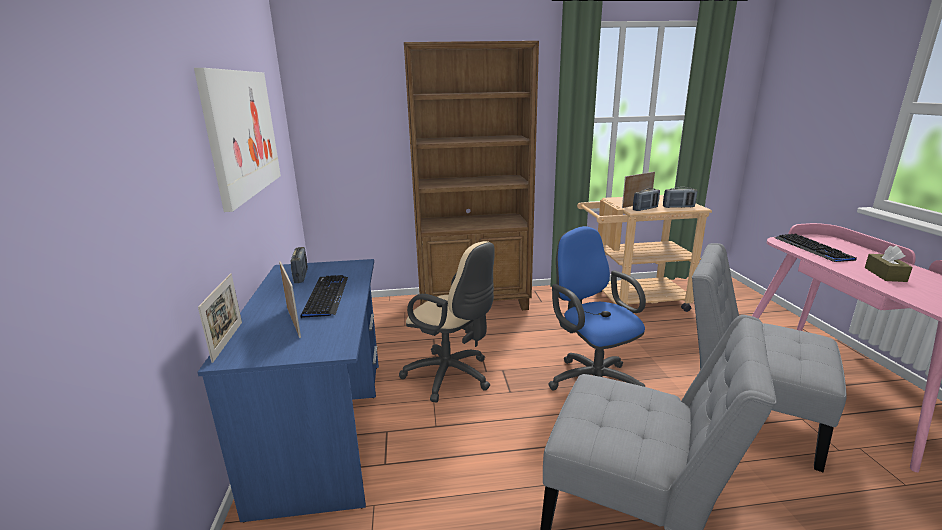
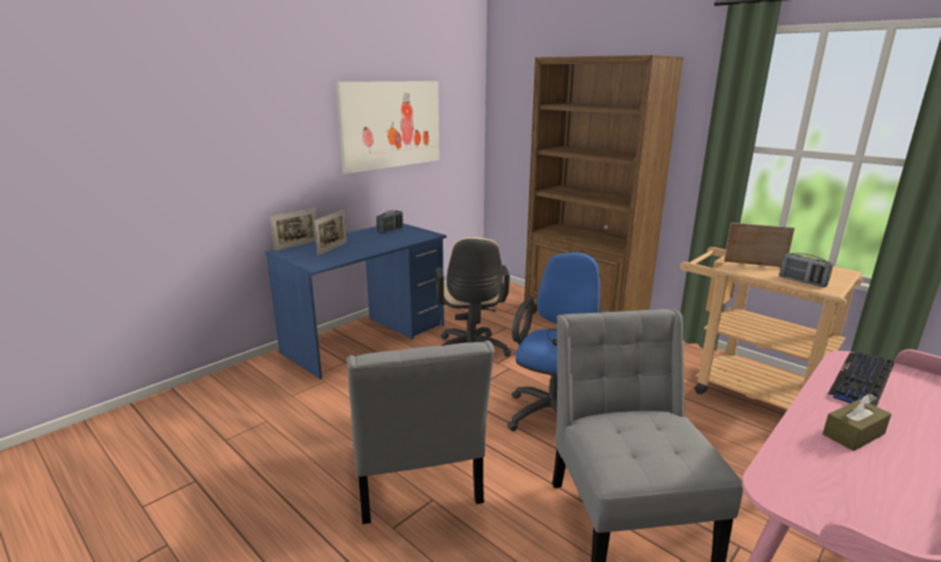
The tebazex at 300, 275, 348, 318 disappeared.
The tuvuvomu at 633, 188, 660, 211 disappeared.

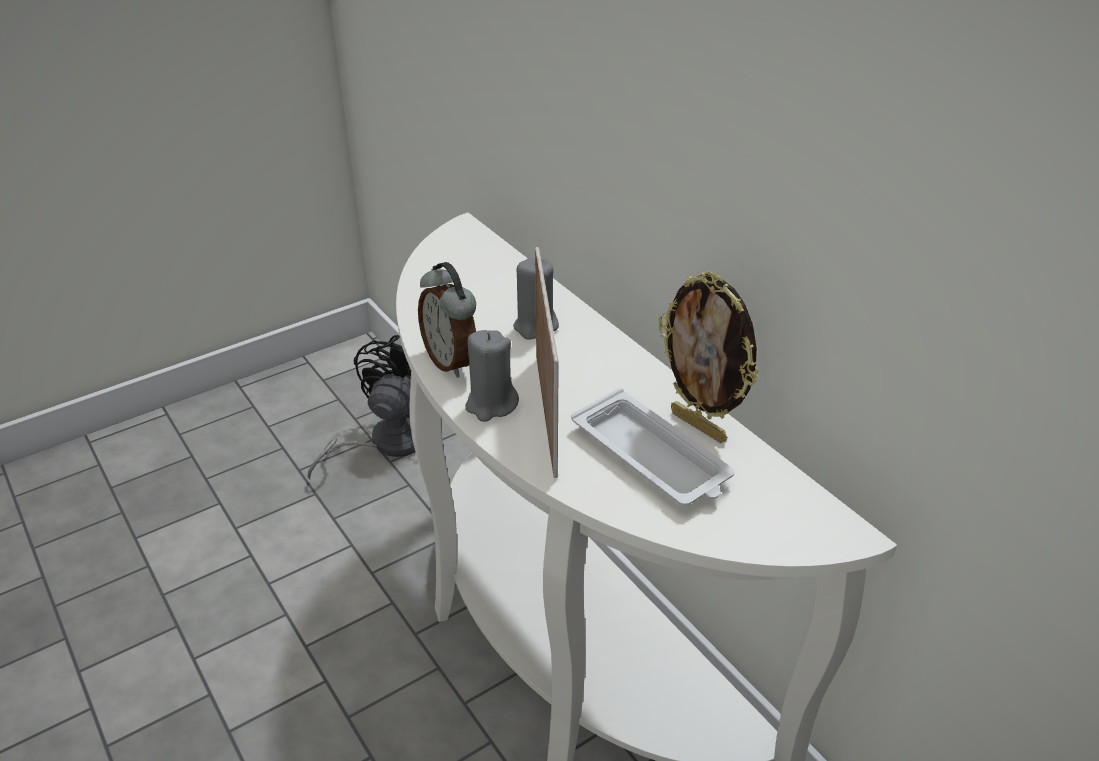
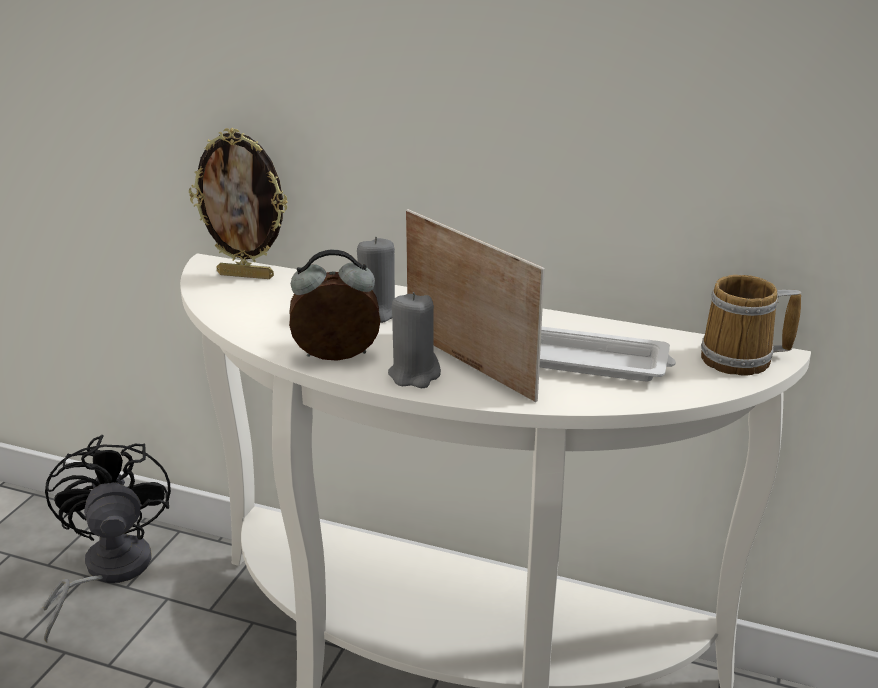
The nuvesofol at 418, 262, 476, 378 turned 150 degrees clockwise.
The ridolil moved from 659, 272, 759, 443 to 189, 128, 288, 279.
The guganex at 701, 275, 801, 375 appeared.

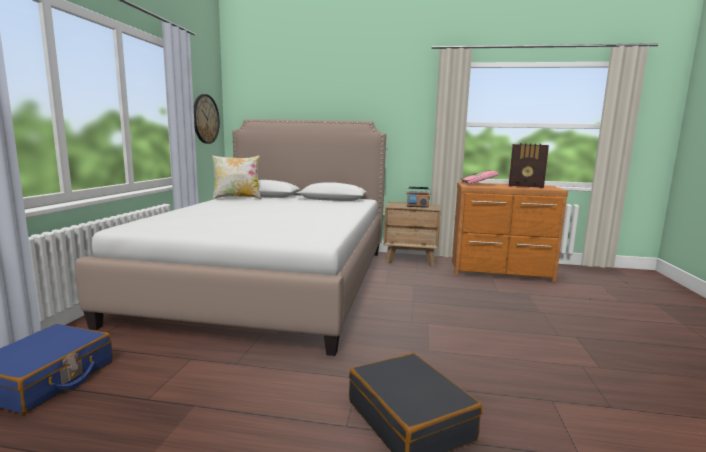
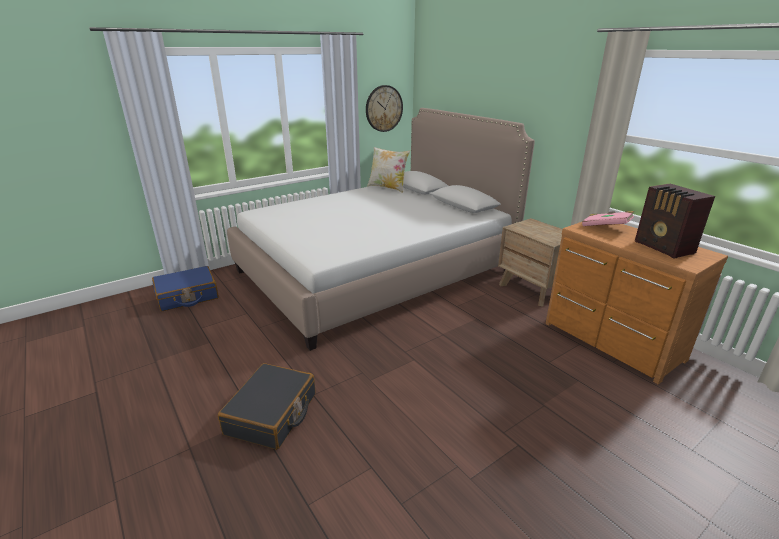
The tuvuvomu at 407, 187, 430, 208 disappeared.

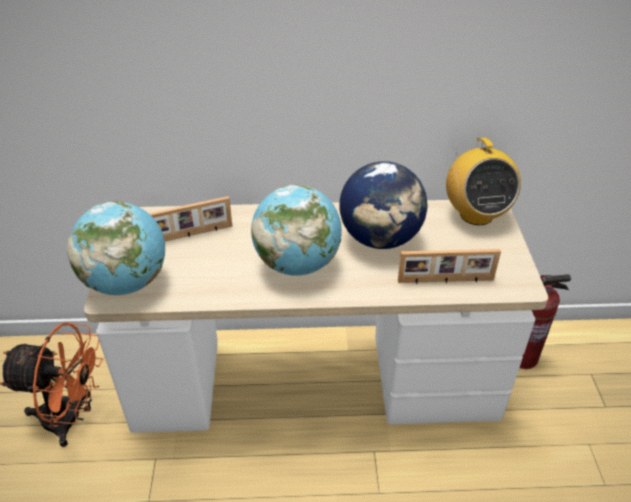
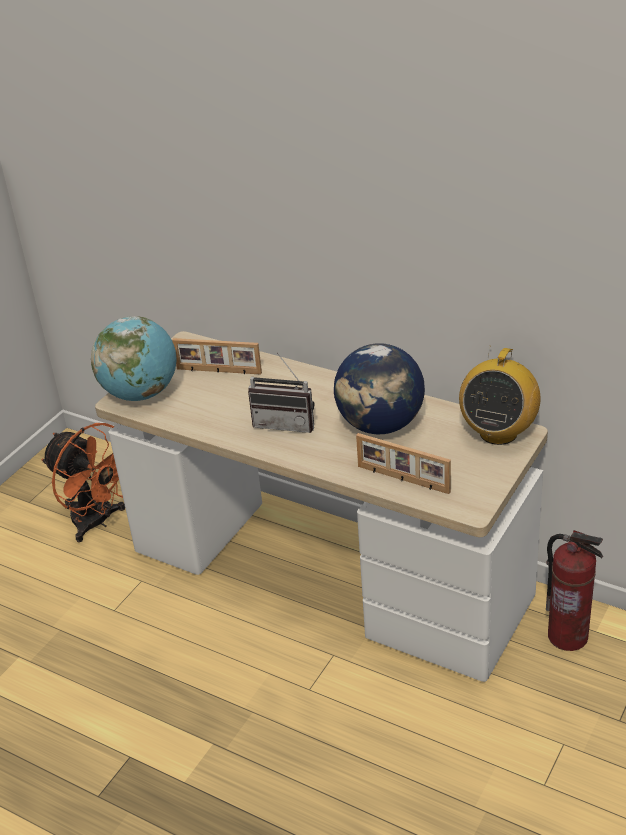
The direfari at 251, 184, 342, 276 was replaced by the tuvuvomu at 248, 352, 314, 433.

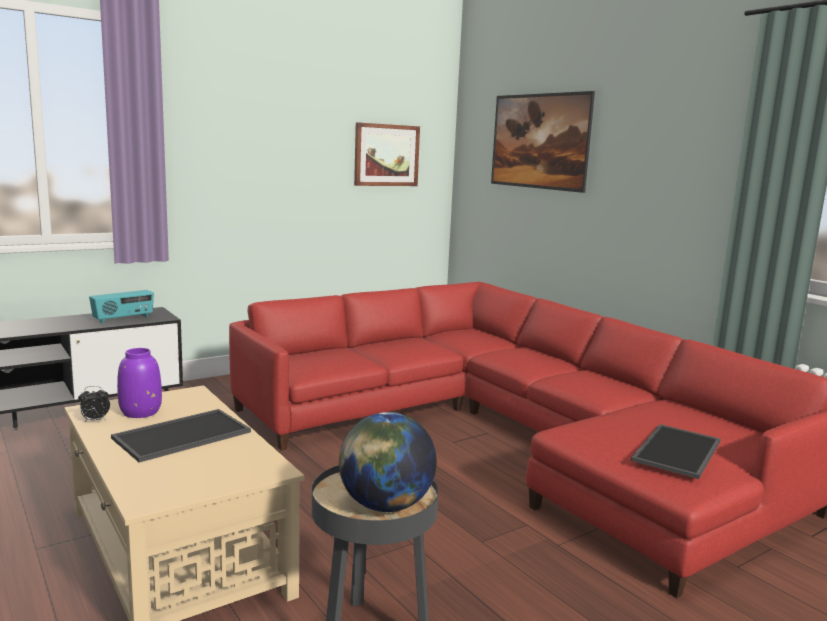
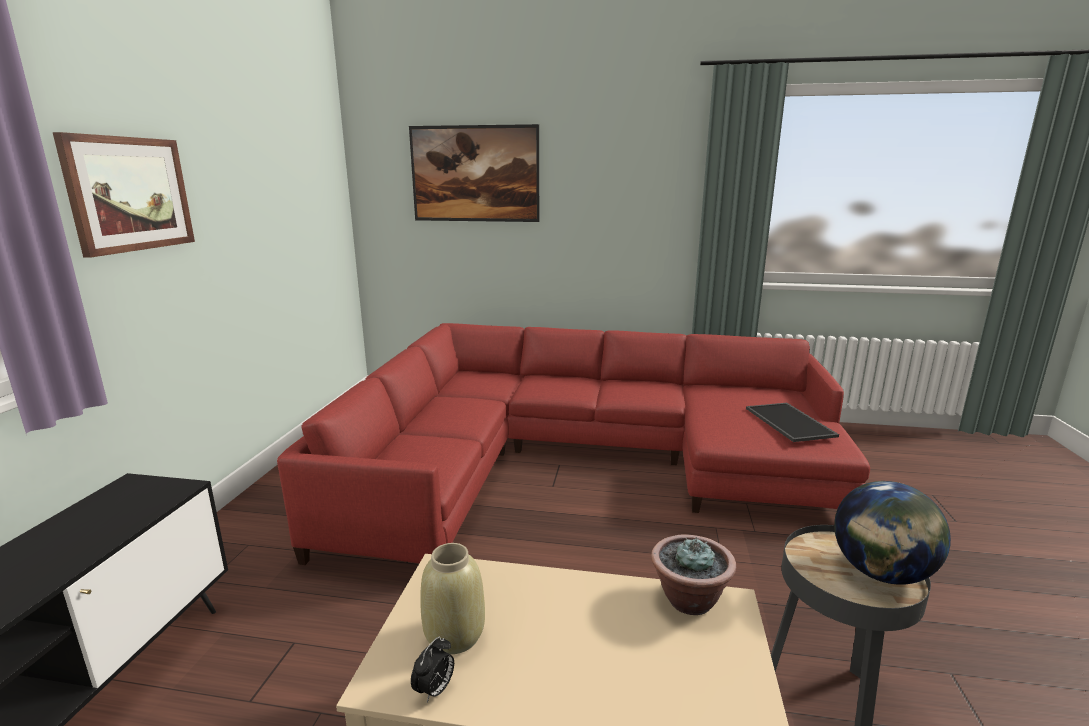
The tuvuvomu at 89, 290, 154, 323 disappeared.
The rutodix at 111, 409, 251, 463 disappeared.
The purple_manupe at 117, 348, 162, 418 became the beige_manupe at 420, 543, 485, 654.
The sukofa moved from 354, 122, 420, 186 to 53, 132, 195, 258.
The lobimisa at 651, 534, 736, 615 appeared.

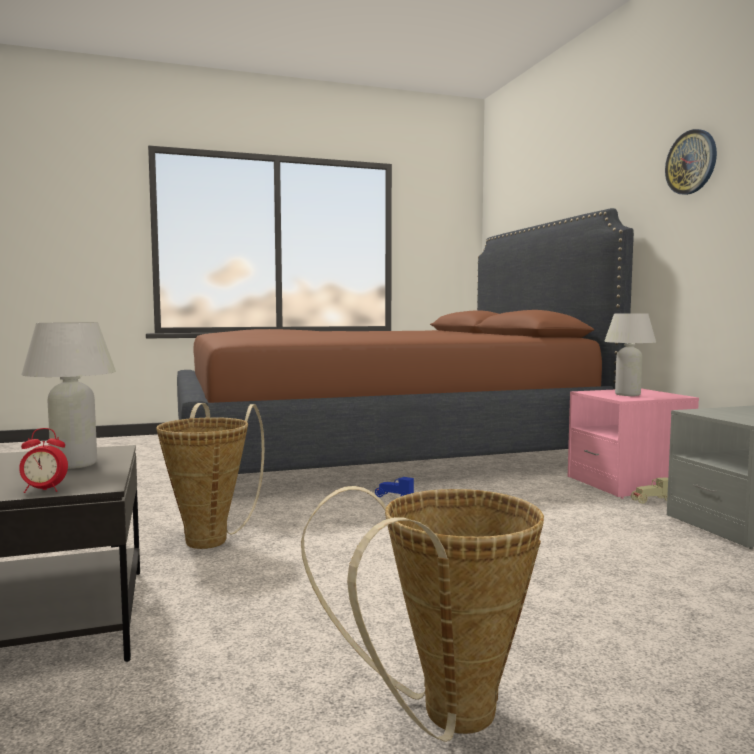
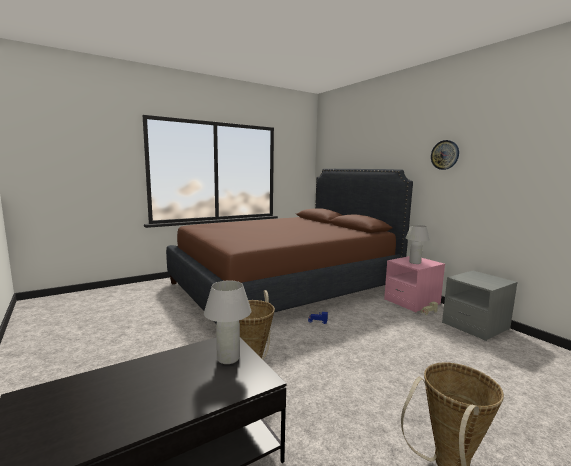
The nuvesofol at 19, 428, 68, 493 disappeared.

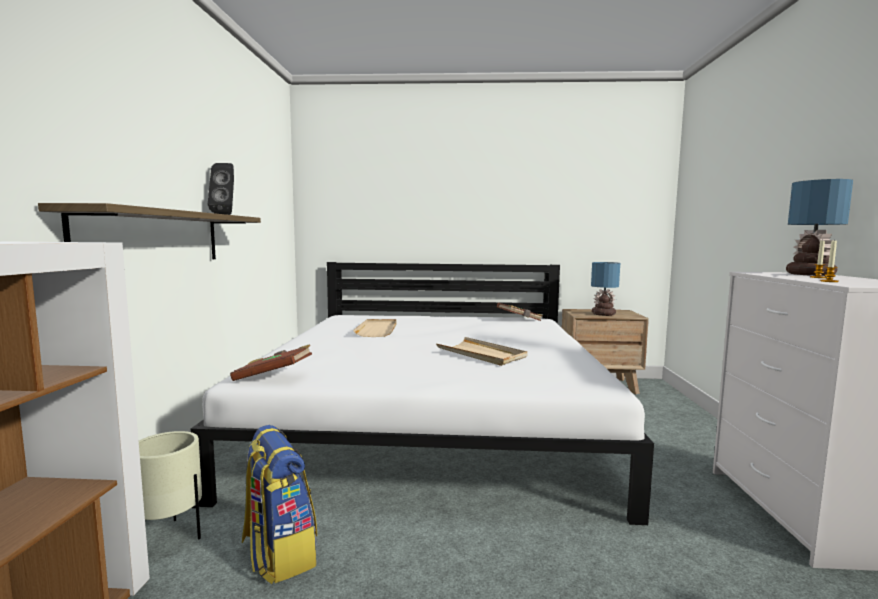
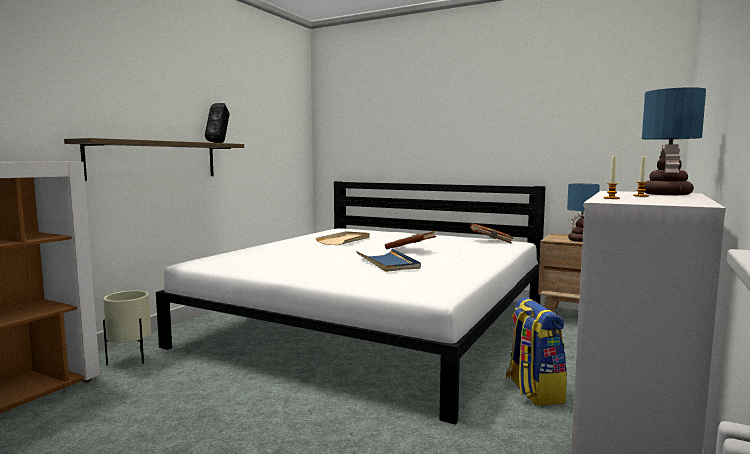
The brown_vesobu moved from 230, 344, 312, 381 to 385, 230, 436, 249.
The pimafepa moved from 242, 425, 317, 584 to 505, 297, 567, 406.
The beige_rutodix at 436, 337, 527, 366 became the blue_rutodix at 356, 249, 421, 272.

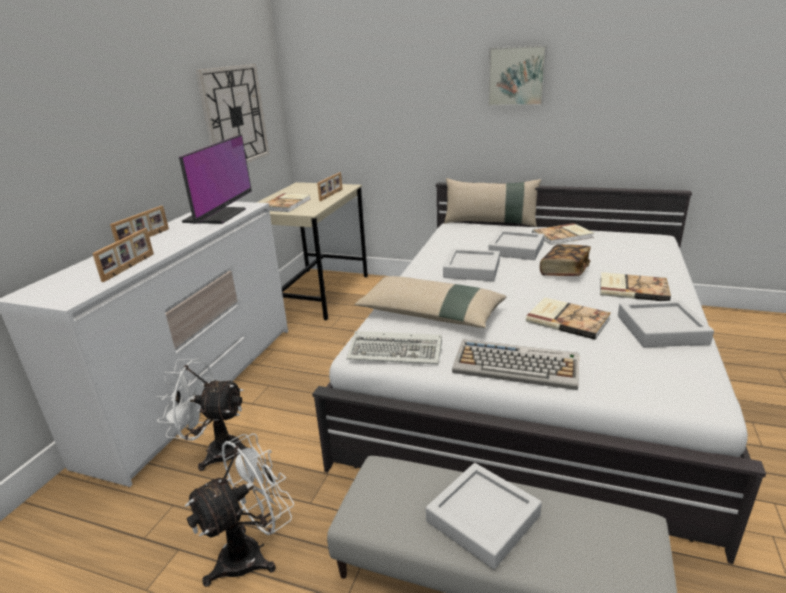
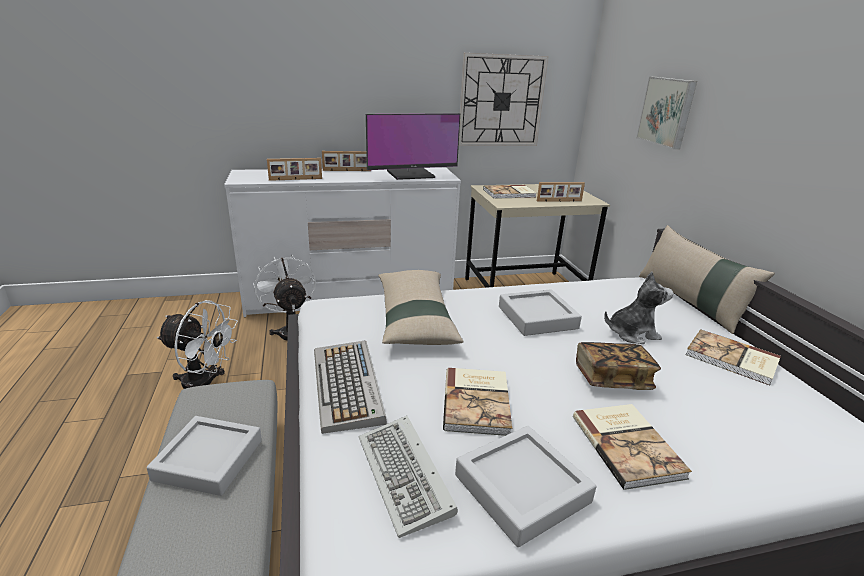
The tebazex moved from 347, 331, 442, 364 to 359, 416, 458, 538.
The sukofa moved from 488, 45, 547, 106 to 636, 77, 697, 149.
The grey_rutodix at 488, 230, 544, 260 was replaced by the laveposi at 604, 272, 674, 344.

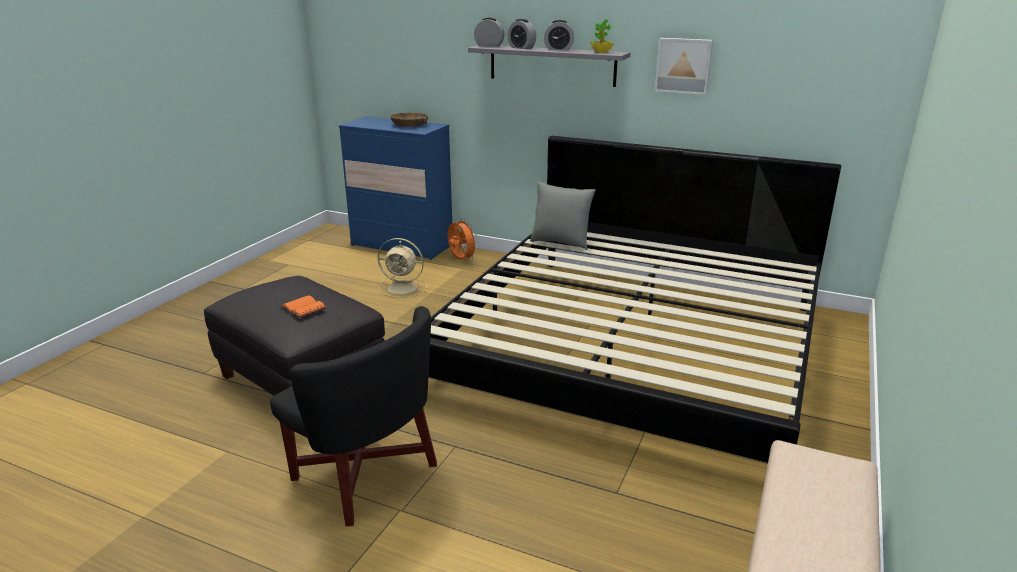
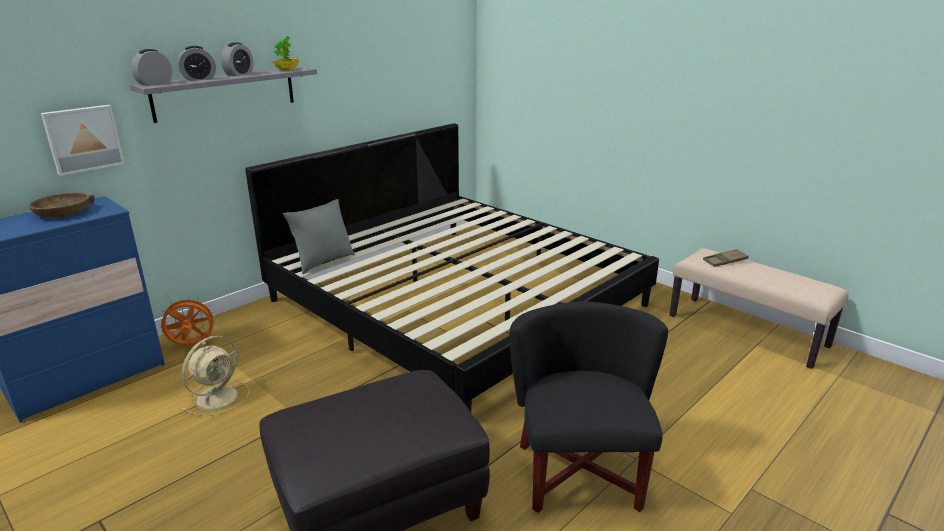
The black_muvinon at 270, 306, 437, 526 turned 60 degrees counterclockwise.
The orange_vesobu at 281, 295, 327, 318 disappeared.
The sukofa moved from 655, 38, 713, 95 to 41, 105, 125, 176.
The brown_rutodix at 703, 249, 749, 267 appeared.

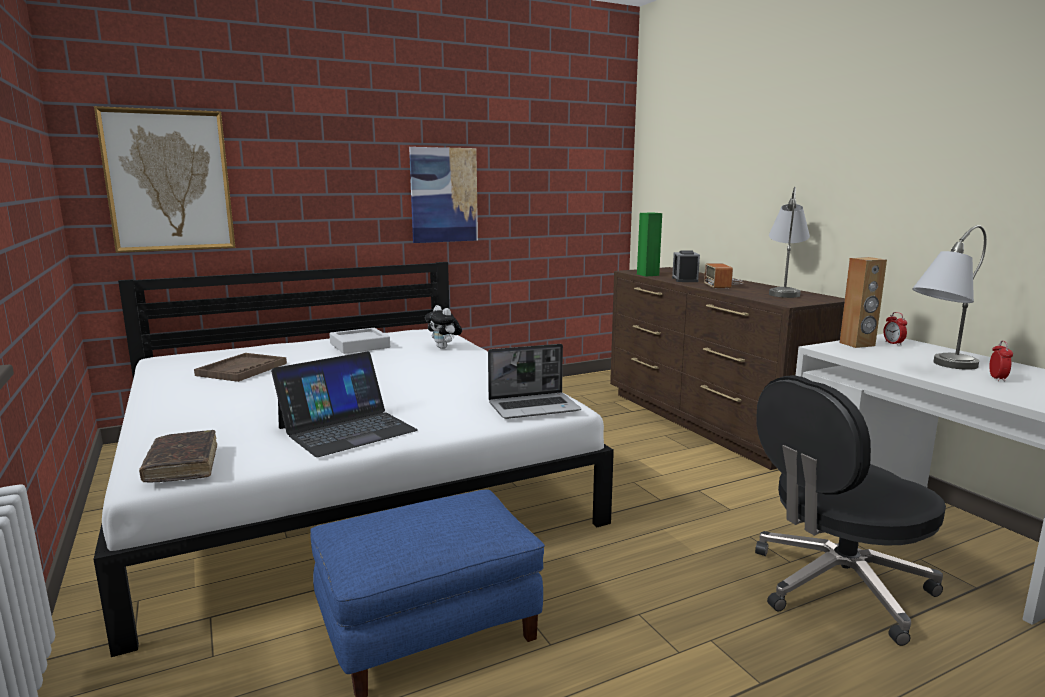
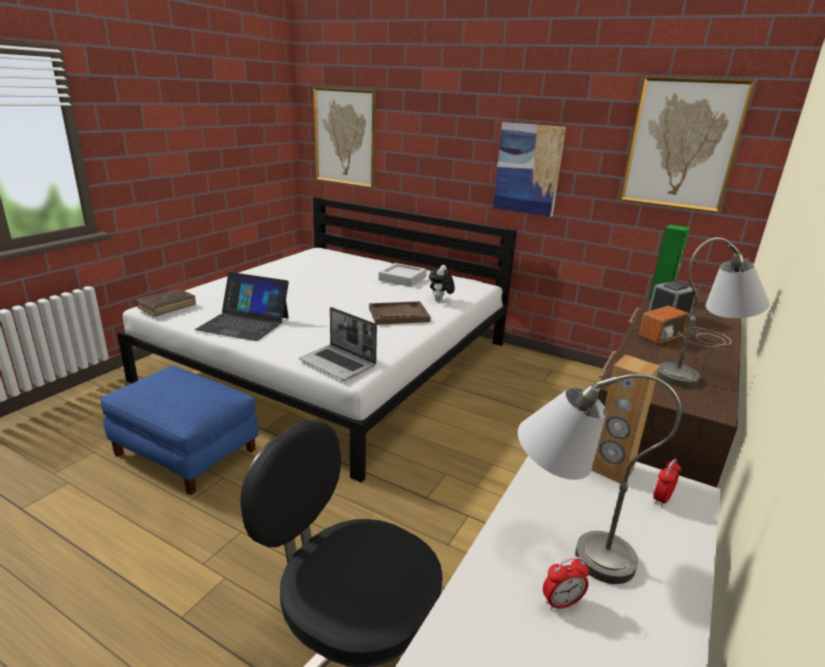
The brown_rutodix moved from 194, 353, 287, 382 to 369, 301, 431, 325.
The sukofa at 619, 76, 756, 213 appeared.

